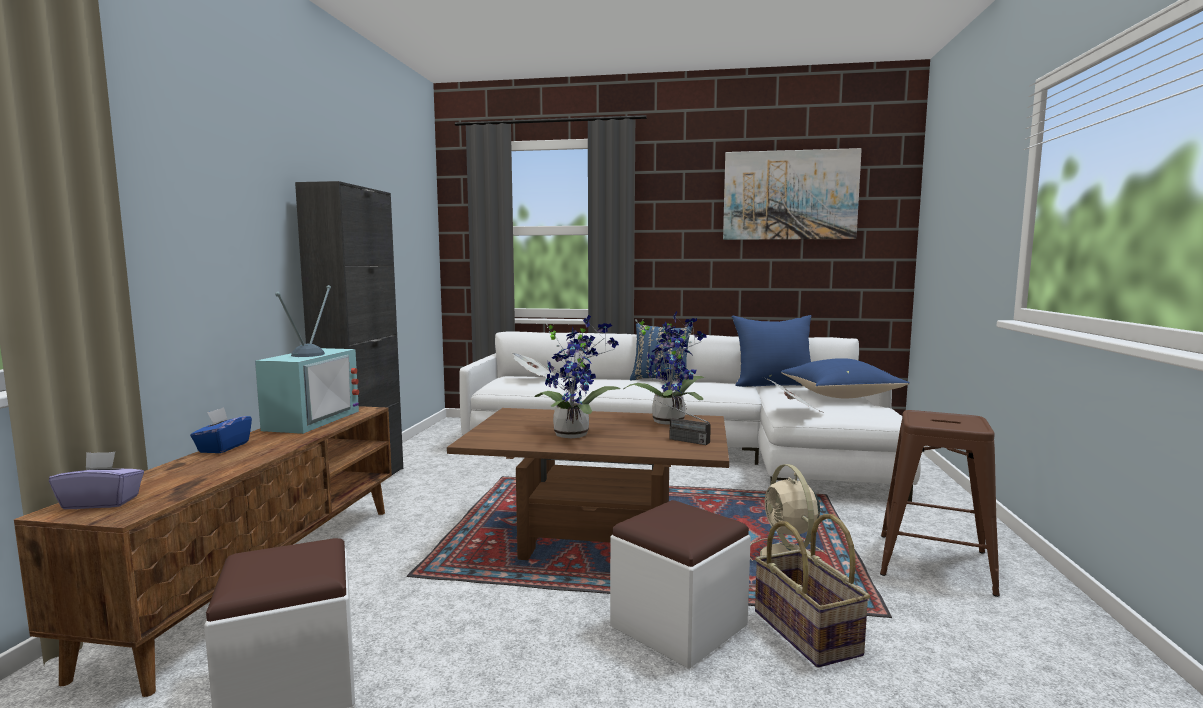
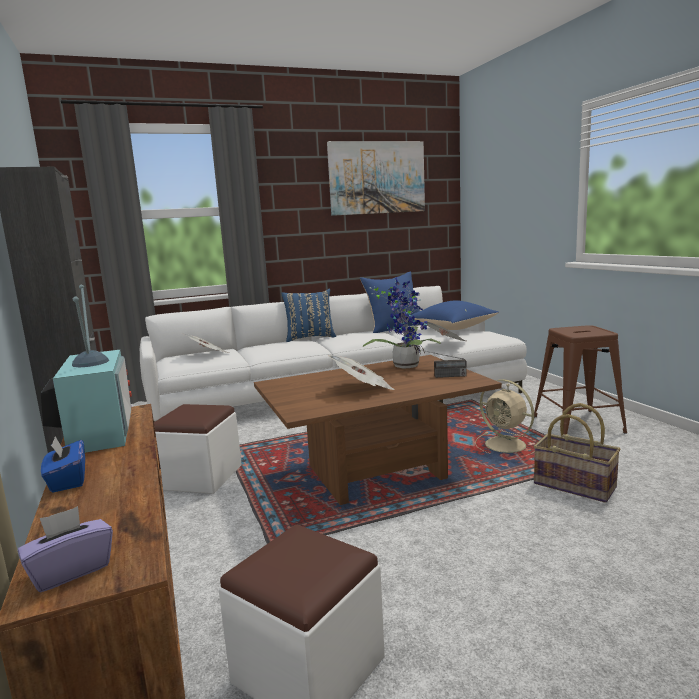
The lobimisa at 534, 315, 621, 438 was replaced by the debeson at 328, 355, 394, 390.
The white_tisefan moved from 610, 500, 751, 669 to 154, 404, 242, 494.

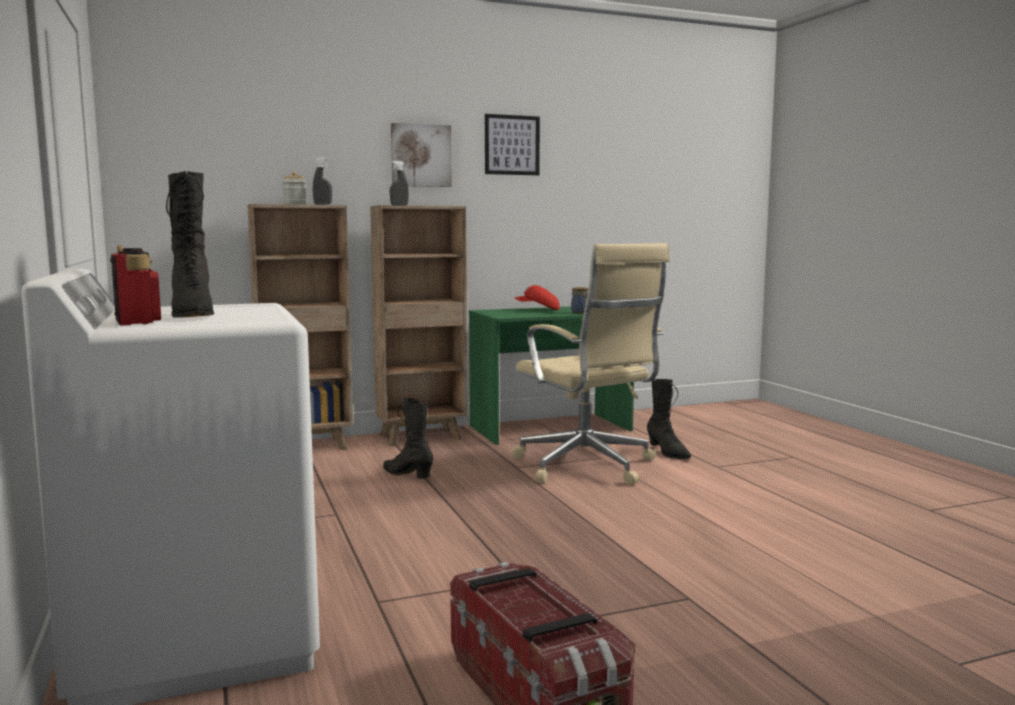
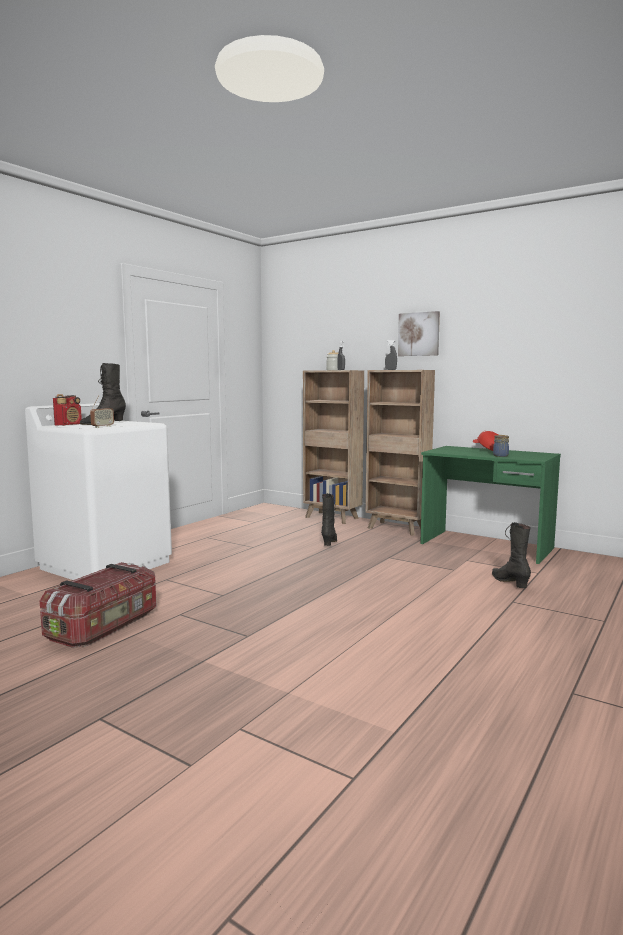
The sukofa at 485, 114, 540, 175 disappeared.
The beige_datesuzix at 512, 243, 670, 485 disappeared.
The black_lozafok at 647, 379, 691, 459 turned 135 degrees clockwise.
The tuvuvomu at 90, 395, 114, 428 appeared.

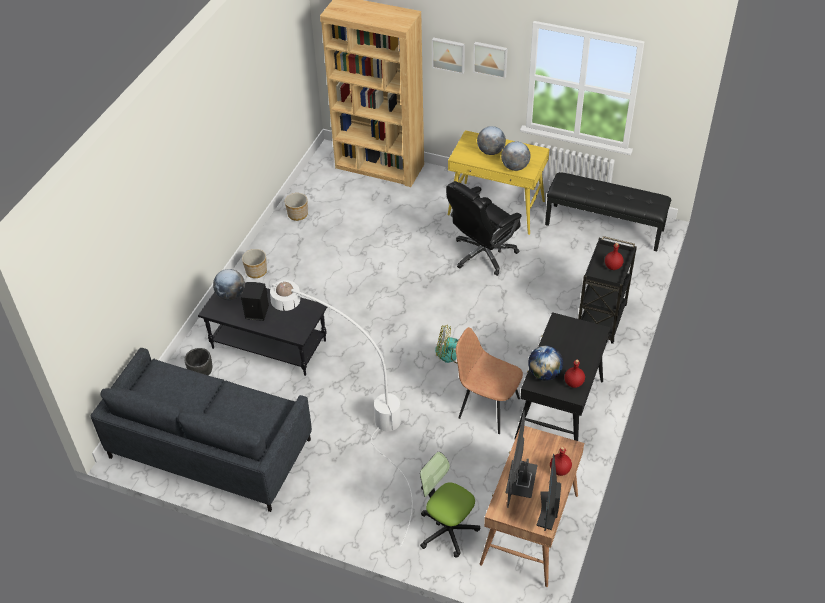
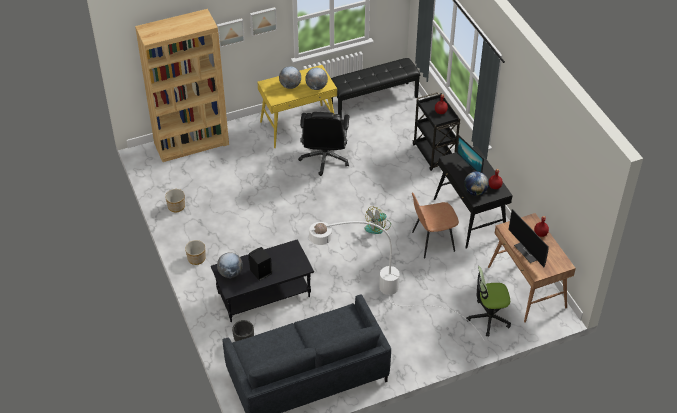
The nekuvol moved from 537, 454, 561, 531 to 457, 135, 484, 174.

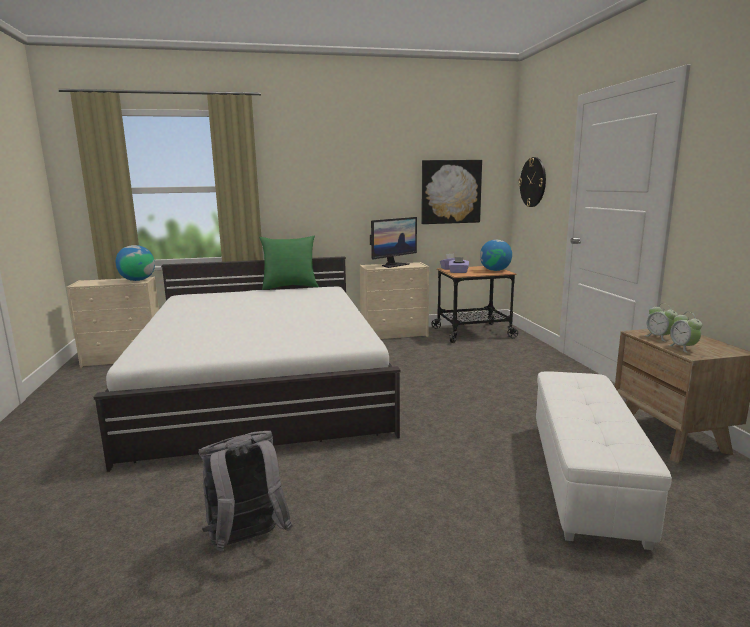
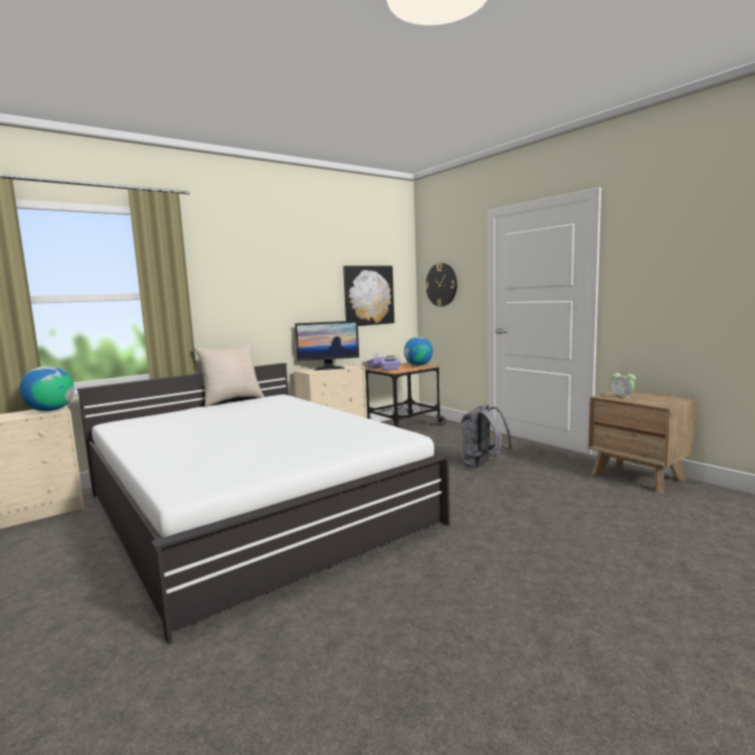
The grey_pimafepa moved from 198, 431, 293, 552 to 461, 404, 513, 468.
The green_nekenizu at 259, 235, 319, 290 became the beige_nekenizu at 194, 343, 264, 406.
The nekuvol at 370, 217, 417, 268 turned 60 degrees clockwise.
The white_tisefan at 536, 371, 672, 550 disappeared.
The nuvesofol at 669, 312, 702, 353 disappeared.

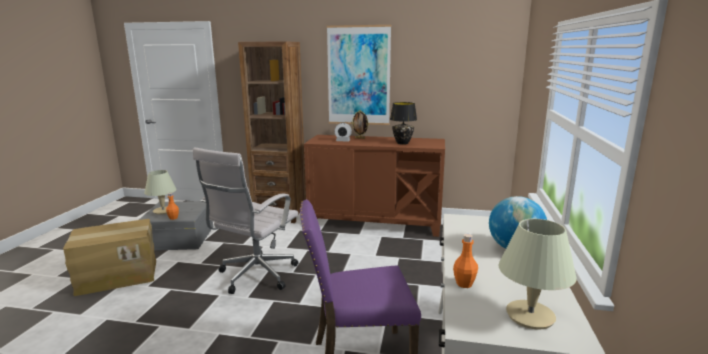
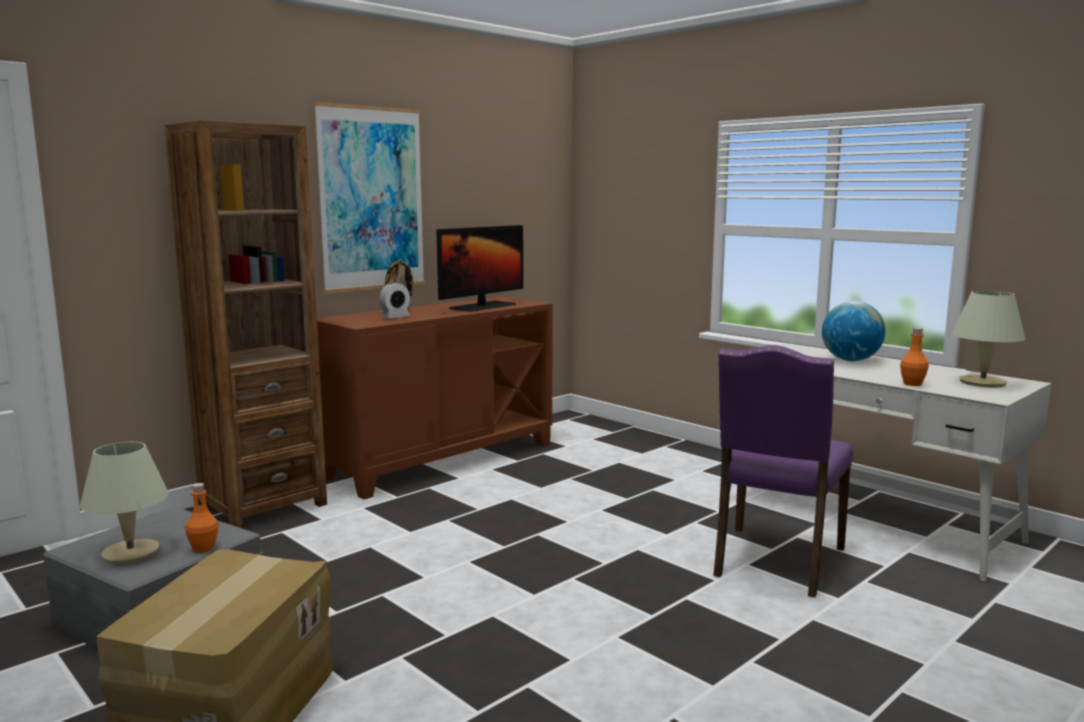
The white_datesuzix at 193, 148, 299, 294 disappeared.
The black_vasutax at 390, 102, 417, 145 was replaced by the nekuvol at 436, 225, 523, 312.

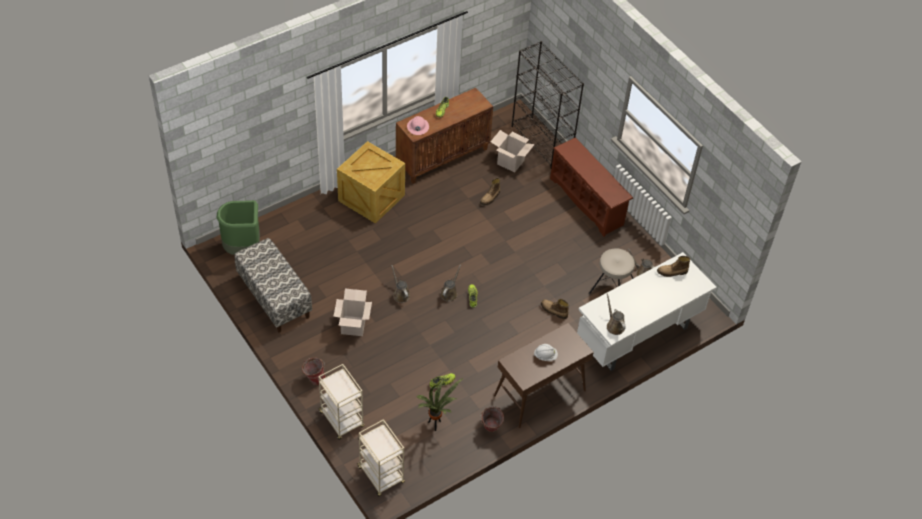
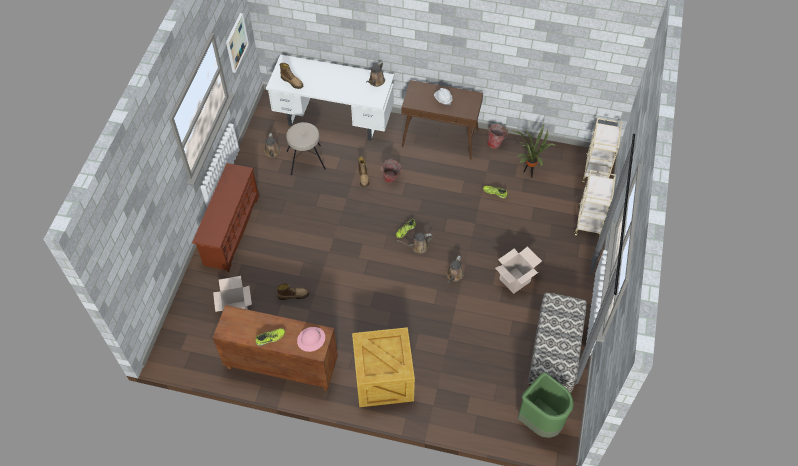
The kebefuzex moved from 302, 358, 326, 385 to 381, 158, 402, 183.
The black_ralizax at 512, 41, 584, 169 disappeared.
The sukofa at 226, 13, 249, 73 appeared.

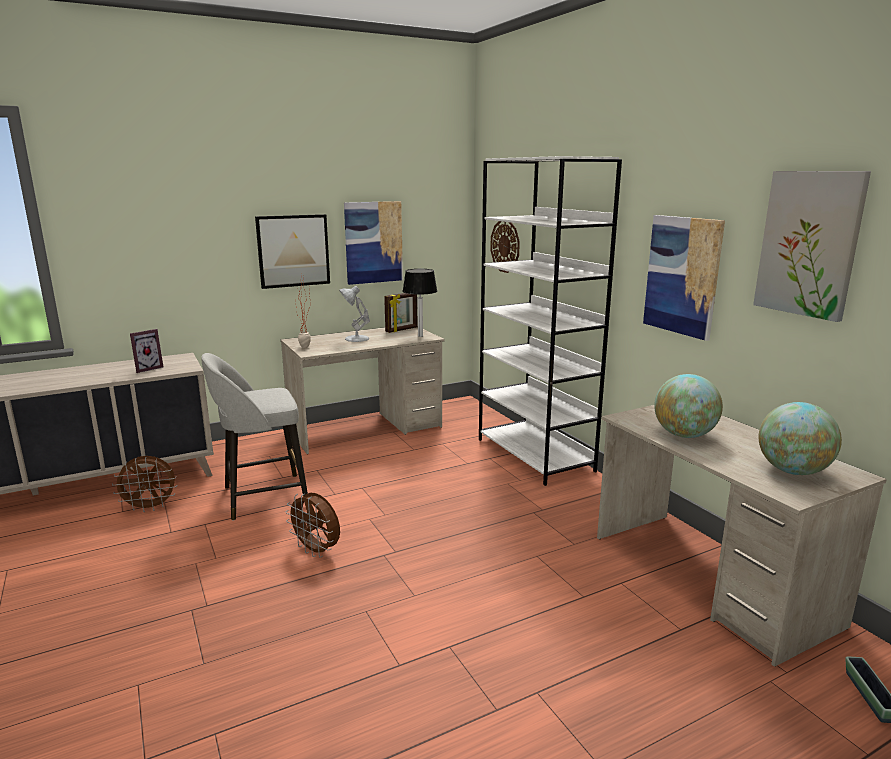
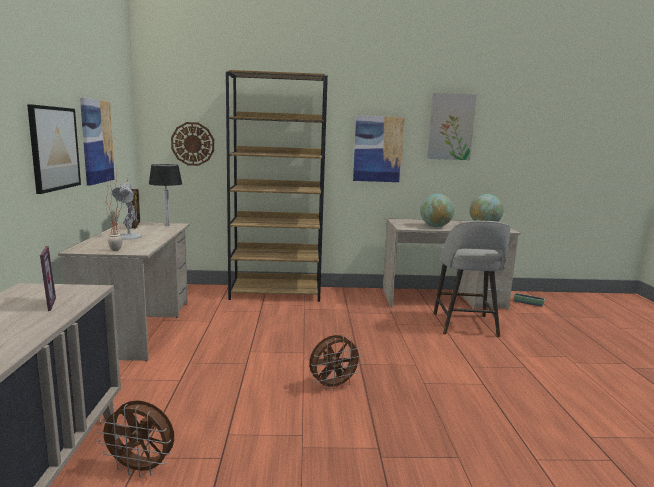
The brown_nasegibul at 112, 456, 177, 512 turned 90 degrees clockwise.
The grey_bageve moved from 201, 353, 308, 520 to 434, 221, 510, 337.
The white_ralizax at 479, 156, 622, 486 became the brown_ralizax at 226, 70, 328, 302.

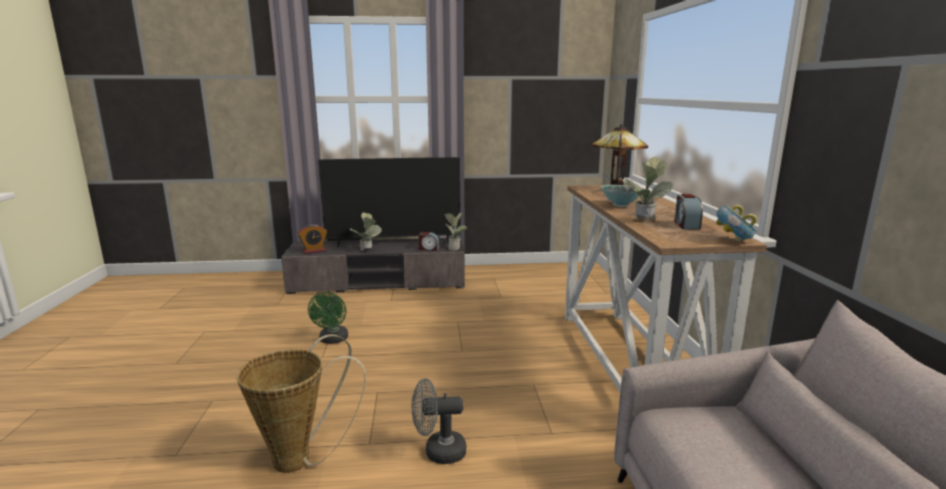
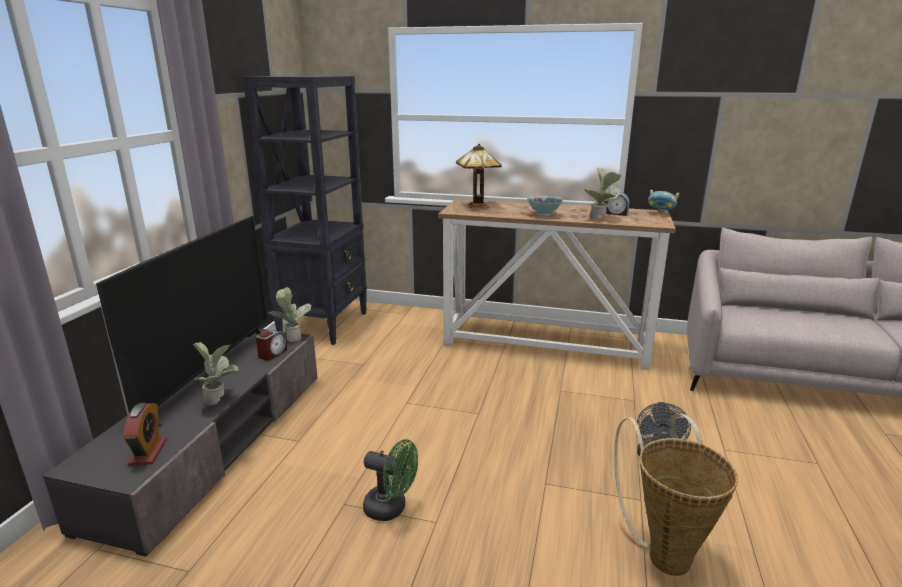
The black_ralizax at 243, 76, 367, 345 appeared.

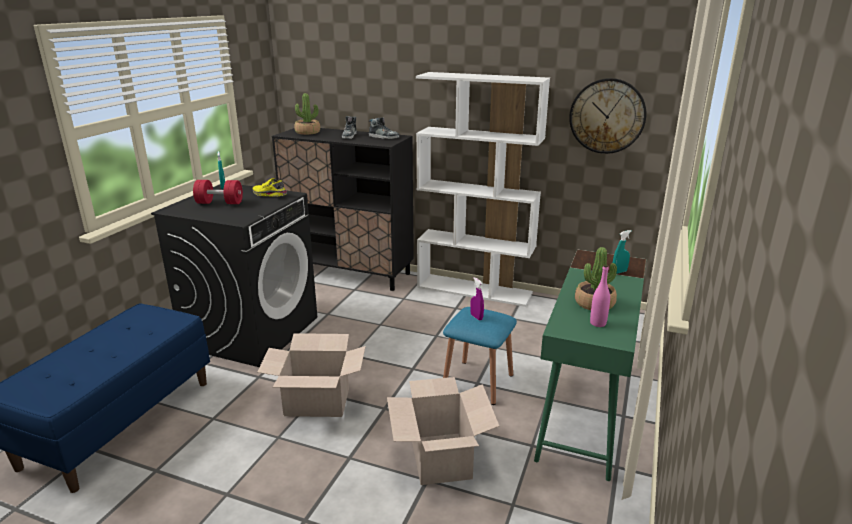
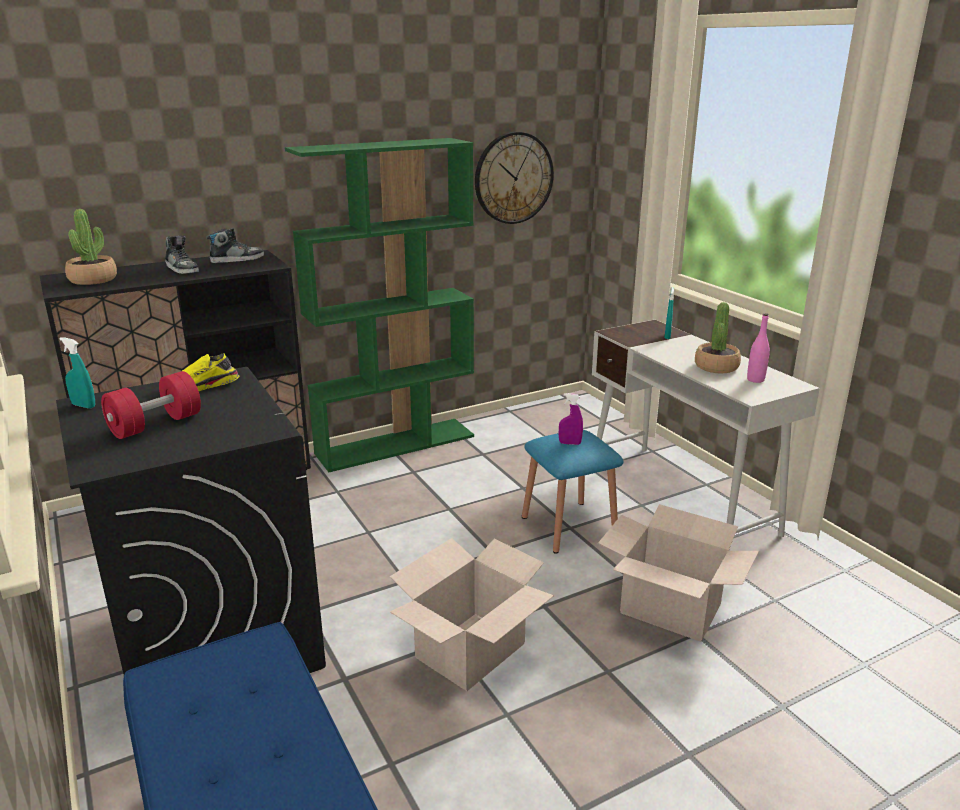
The white_ralizax at 416, 72, 550, 307 became the green_ralizax at 285, 138, 474, 472.
The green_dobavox at 534, 249, 646, 481 became the white_dobavox at 592, 320, 820, 549.

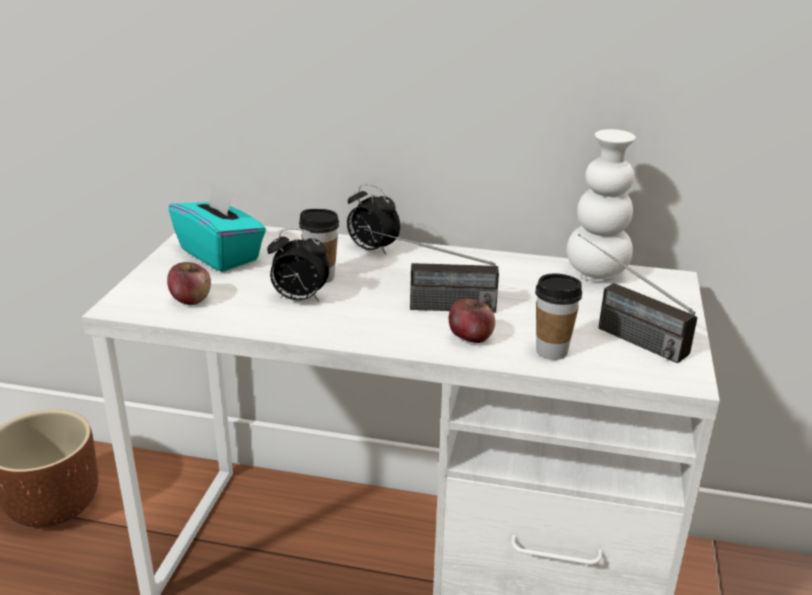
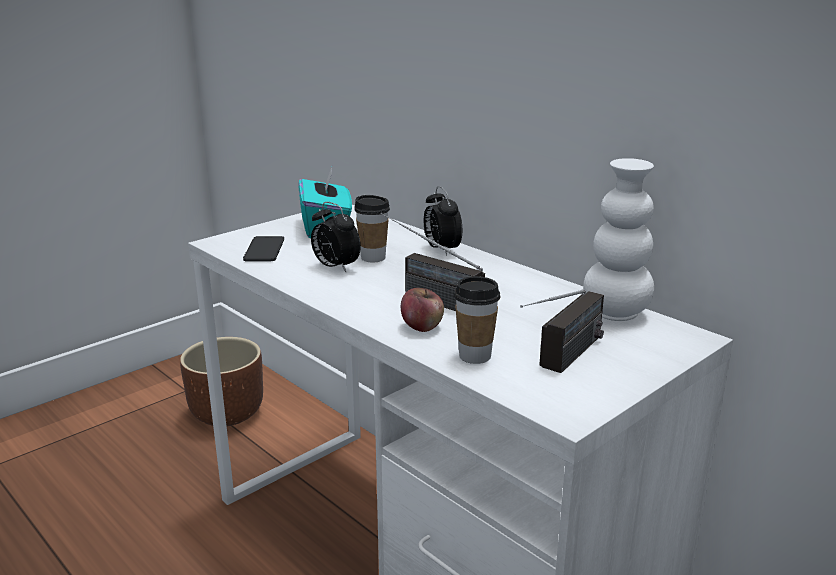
The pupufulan at 167, 262, 211, 305 was replaced by the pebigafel at 243, 236, 284, 262.
The tuvuvomu at 578, 234, 698, 363 turned 135 degrees counterclockwise.

